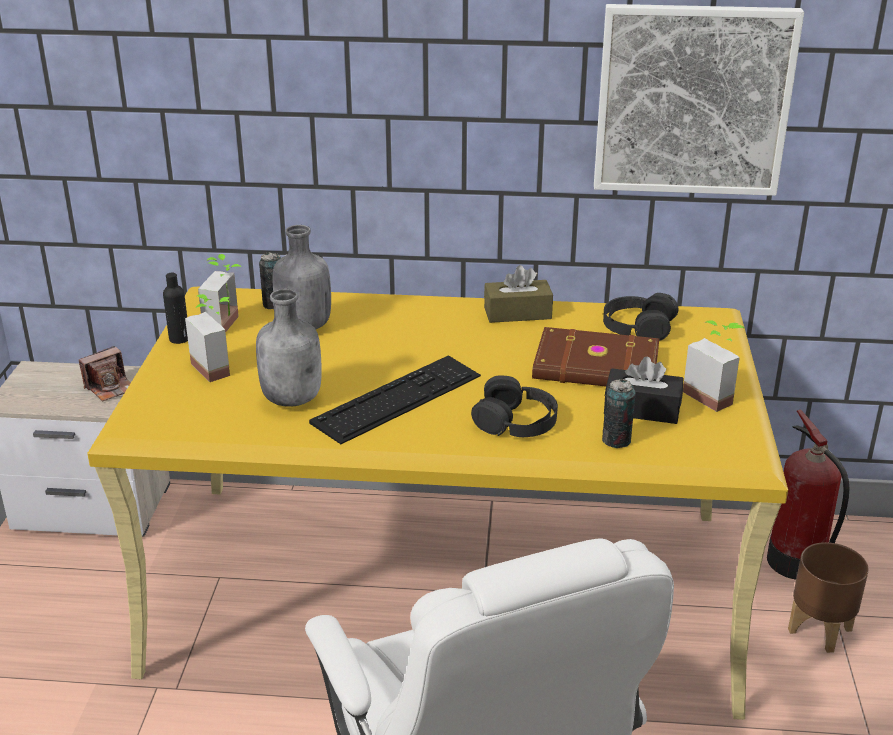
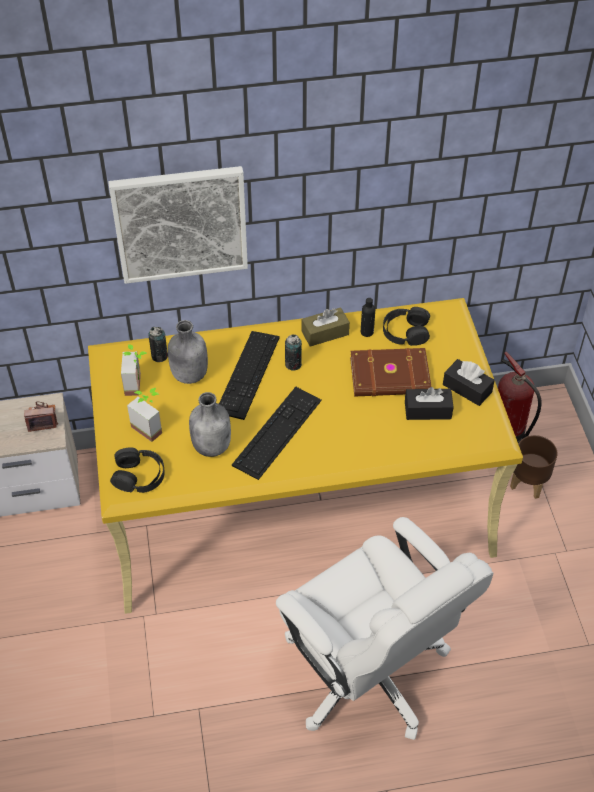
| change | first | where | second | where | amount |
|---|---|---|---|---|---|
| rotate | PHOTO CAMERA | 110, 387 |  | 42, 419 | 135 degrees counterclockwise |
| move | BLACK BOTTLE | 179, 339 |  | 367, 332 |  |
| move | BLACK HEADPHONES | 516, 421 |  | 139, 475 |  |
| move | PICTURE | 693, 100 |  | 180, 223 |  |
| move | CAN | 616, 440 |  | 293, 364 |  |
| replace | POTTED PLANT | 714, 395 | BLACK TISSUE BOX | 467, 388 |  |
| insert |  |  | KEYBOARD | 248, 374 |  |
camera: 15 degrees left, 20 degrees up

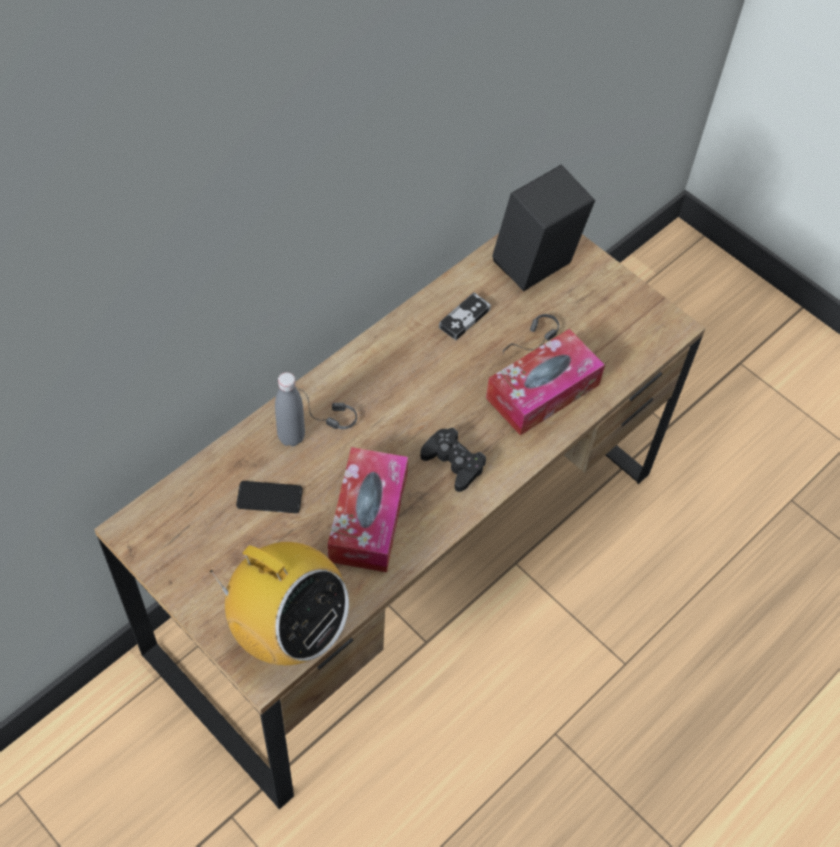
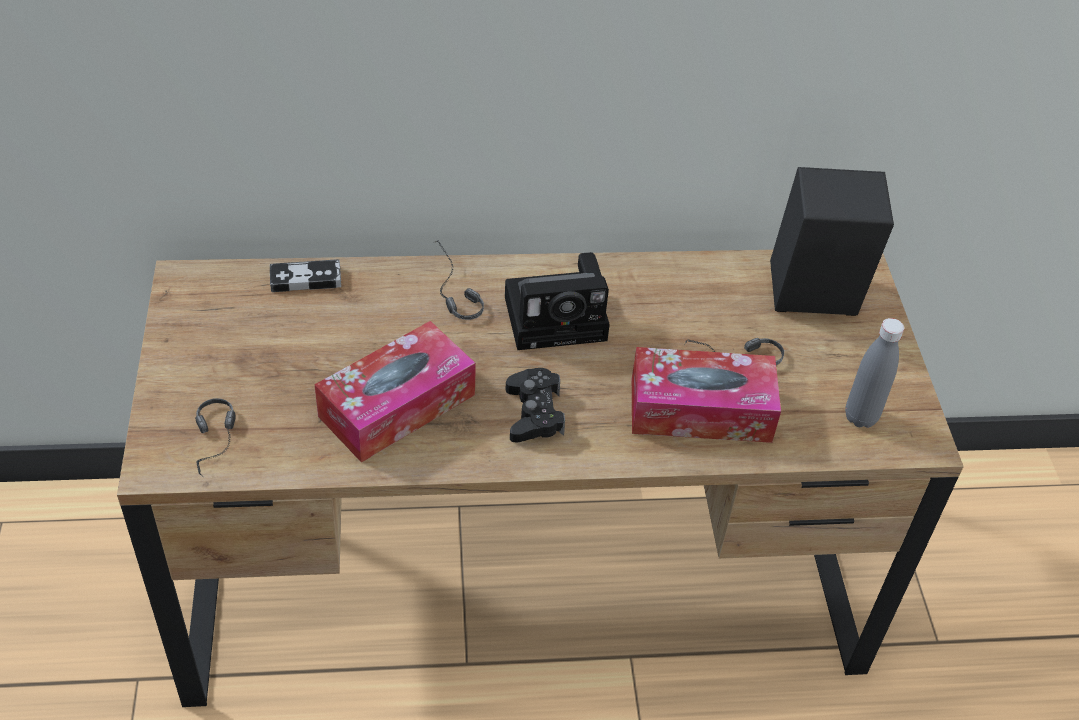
| change | first | where | second | where | amount |
|---|---|---|---|---|---|
| replace | RADIO | 288, 629 | HEADPHONES | 217, 446 |  |
| delete | PHONE | 269, 498 |  |  |  |
| move | GREY BOTTLE | 291, 437 |  | 860, 417 |  |
| move | GAME CONTROLLER | 464, 318 |  | 306, 279 |  |
| insert |  |  | PHOTO CAMERA | 560, 317 |  |
camera: 40 degrees right, 10 degrees down

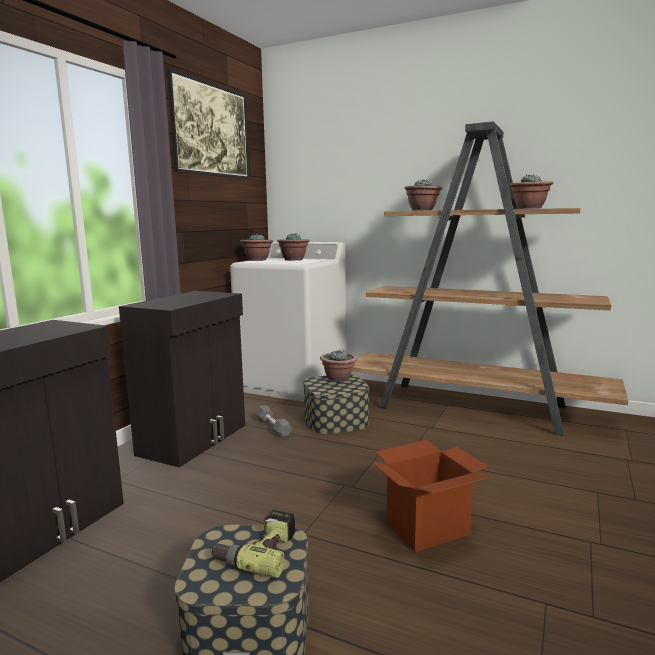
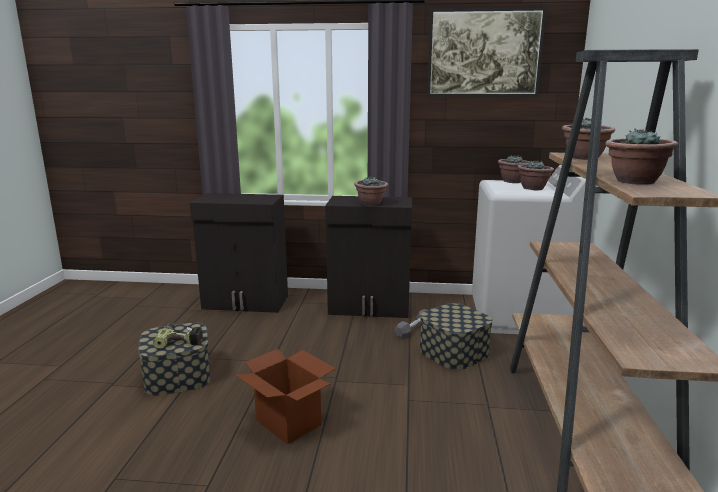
| change | first | where | second | where | amount |
|---|---|---|---|---|---|
| move | POTTED PLANT | 338, 379 |  | 371, 204 |  |
camera: 70 degrees right, 5 degrees up

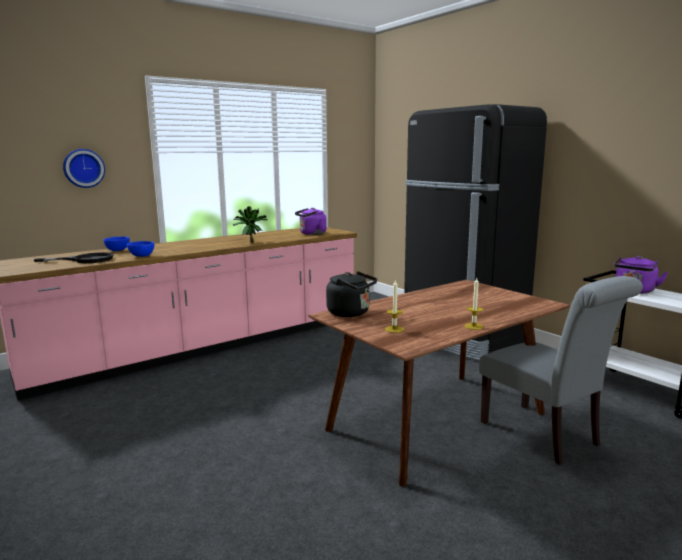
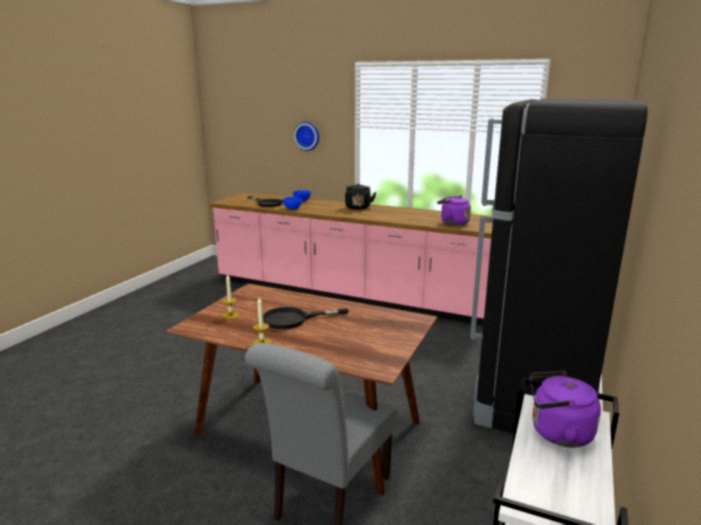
| change | first | where | second | where | amount |
|---|---|---|---|---|---|
| delete | POTTED PLANT | 250, 242 |  |  |  |
| move | BLACK KETTLE | 351, 313 |  | 358, 208 |  |
| insert |  |  | BLACK FRYING PAN | 293, 319 |  |
camera: 60 degrees right, 5 degrees up

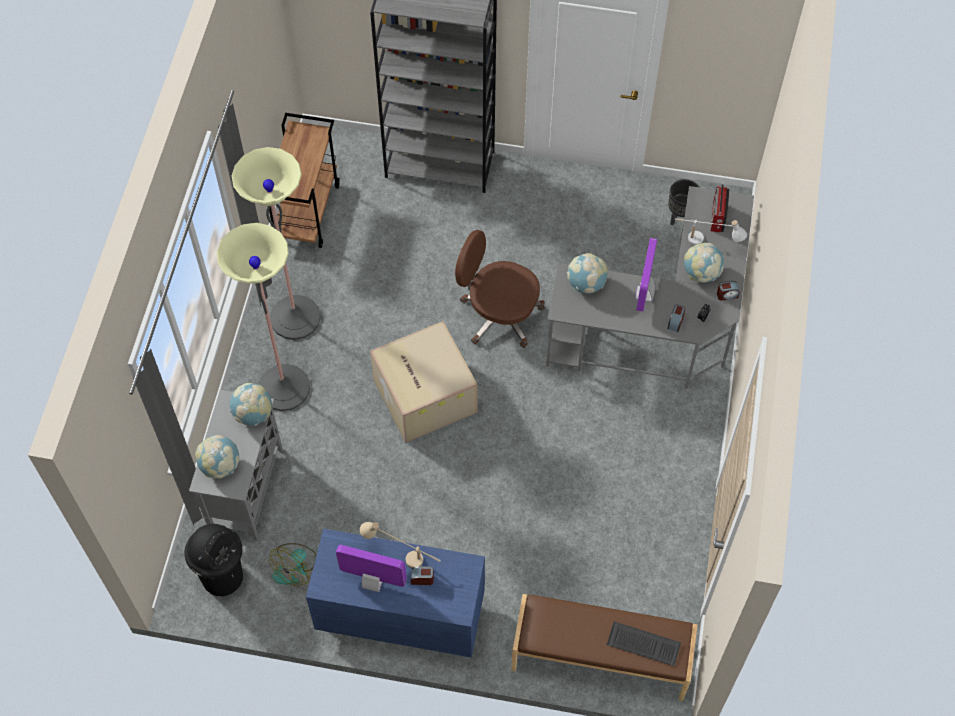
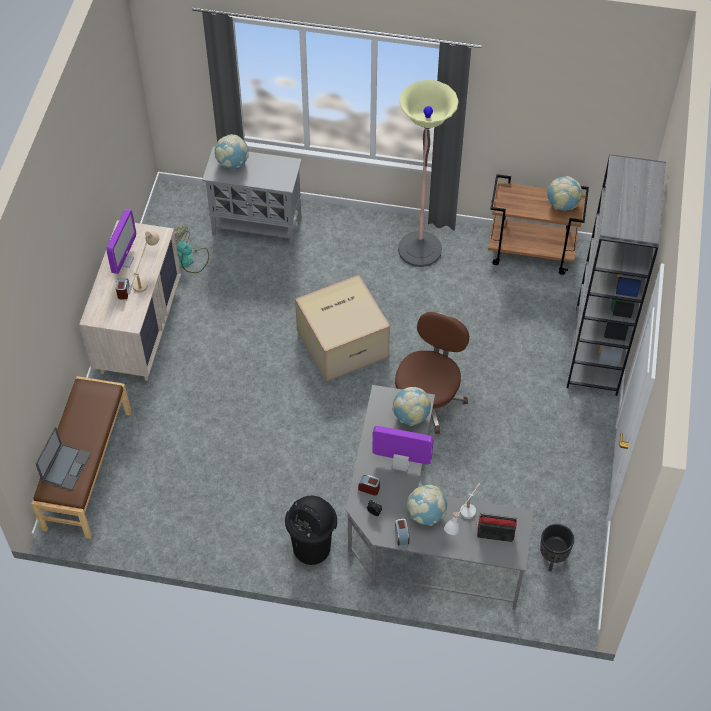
| change | first | where | second | where | amount |
|---|---|---|---|---|---|
| move | BLACK TRASH CAN | 223, 576 |  | 312, 548 |  |
| delete | FLOOR LAMP | 284, 388 |  |  |  |
| move | GLOBE | 253, 414 |  | 562, 204 |  |
| recolor | BLUE DRESSER | 400, 616 | BEIGE DRESSER | 139, 329 |  |
| replace | KEYBOARD | 642, 644 | LAPTOP | 66, 466 |  |
camera: 90 degrees right, 5 degrees down

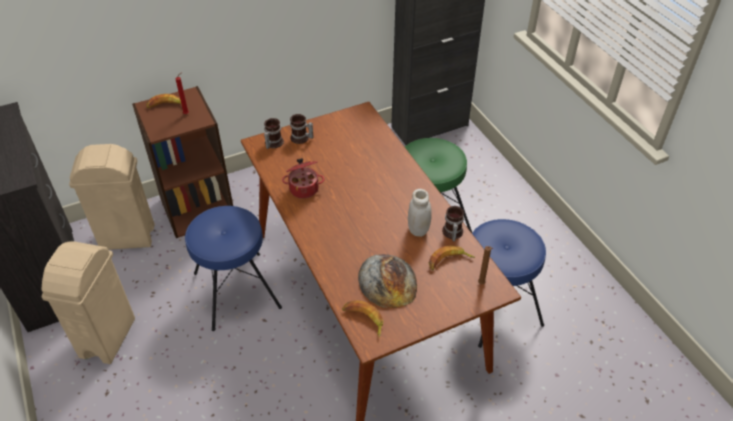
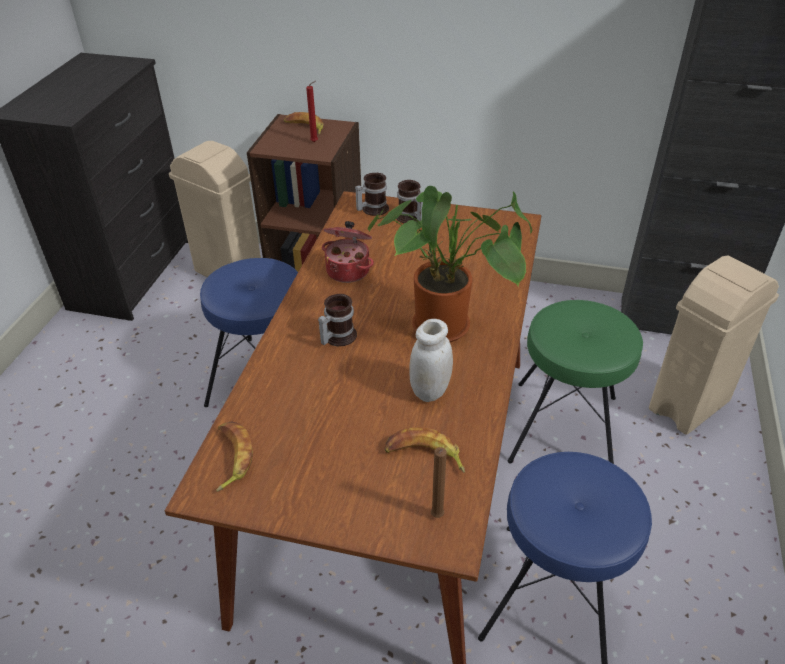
| change | first | where | second | where | amount |
|---|---|---|---|---|---|
| move | BEIGE TRASH CAN | 108, 337 |  | 690, 405 |  |
| delete | BREAD | 387, 280 |  |  |  |
| move | MUG | 451, 233 |  | 337, 336 |  |
| insert |  |  | POTTED PLANT | 448, 327 |  |
camera: 40 degrees right, 5 degrees down

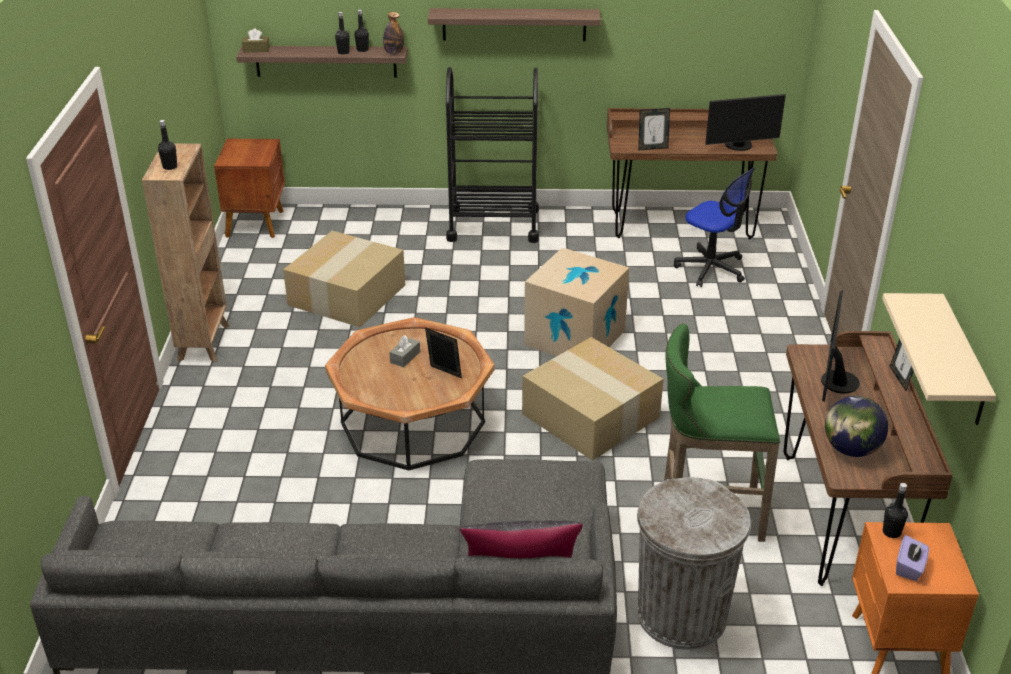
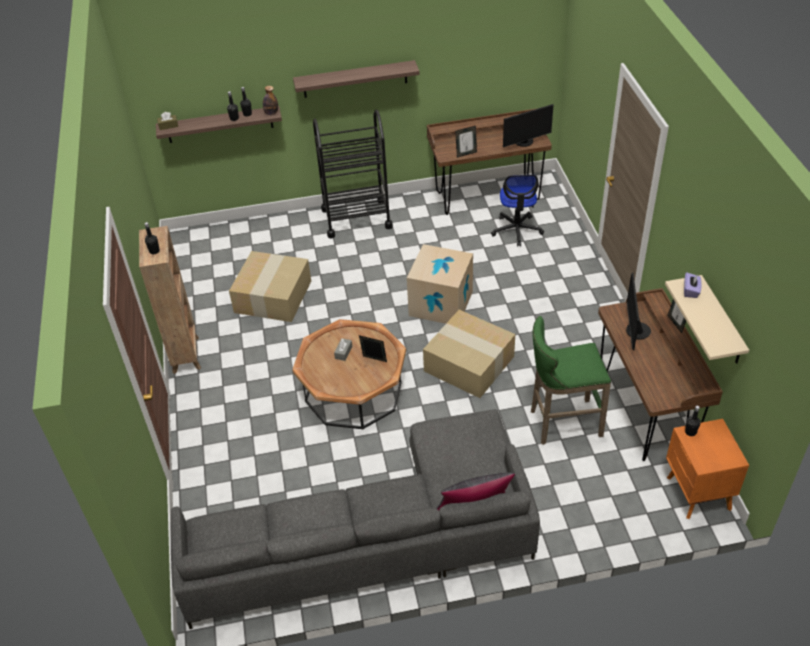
| change | first | where | second | where | amount |
|---|---|---|---|---|---|
| delete | BROWN NIGHTSTAND | 256, 223 |  |  |  |
| delete | GREY TRASH CAN | 681, 615 |  |  |  |
| rotate | OFFICE CHAIR | 711, 269 |  | 516, 230 | 60 degrees clockwise |
| delete | GLOBE | 851, 449 |  |  |  |
| move | PURPLE TISSUE BOX | 909, 567 |  | 691, 291 |  |
camera: 10 degrees left, 10 degrees up

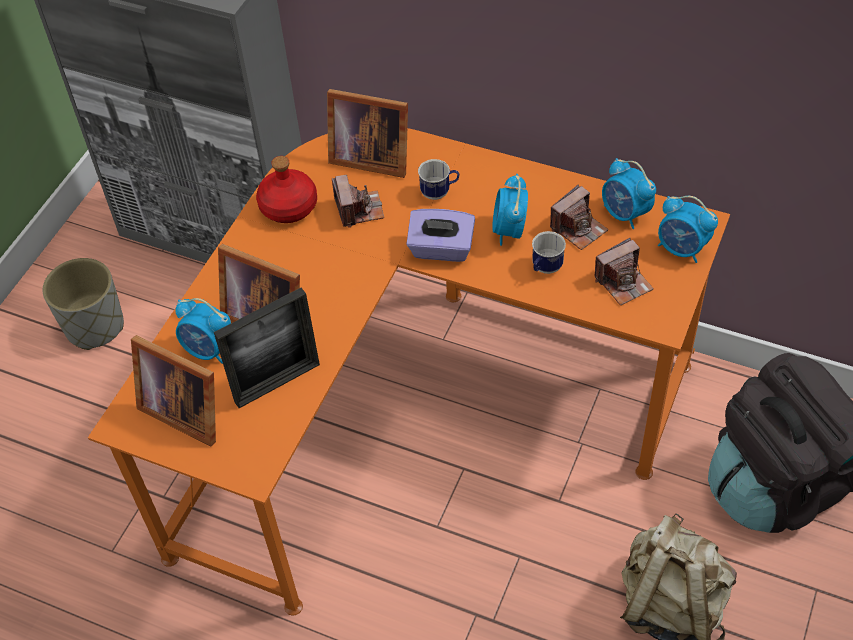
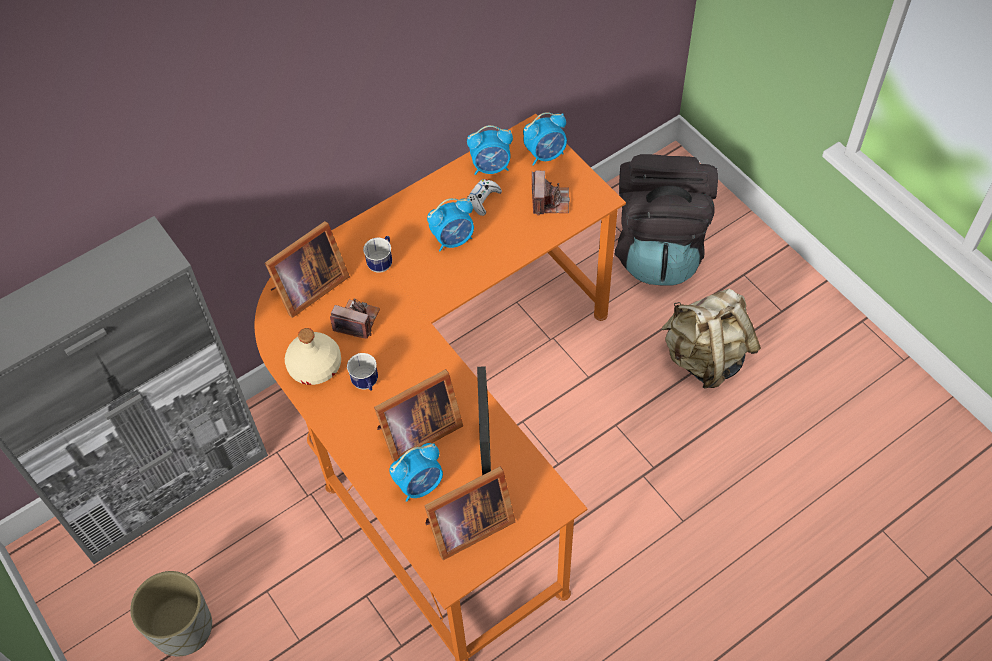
| change | first | where | second | where | amount |
|---|---|---|---|---|---|
| recolor | RED BOTTLE | 288, 207 | BEIGE BOTTLE | 315, 366 |  |
| delete | PURPLE TISSUE BOX | 441, 249 |  |  |  |
| rotate | ALARM CLOCK | 509, 231 |  | 453, 239 | 60 degrees counterclockwise |
| move | MUG | 545, 269 |  | 366, 384 |  |
| replace | PHOTO CAMERA | 578, 228 | WHITE GAME CONTROLLER | 483, 199 |  |
camera: 60 degrees left, 5 degrees up

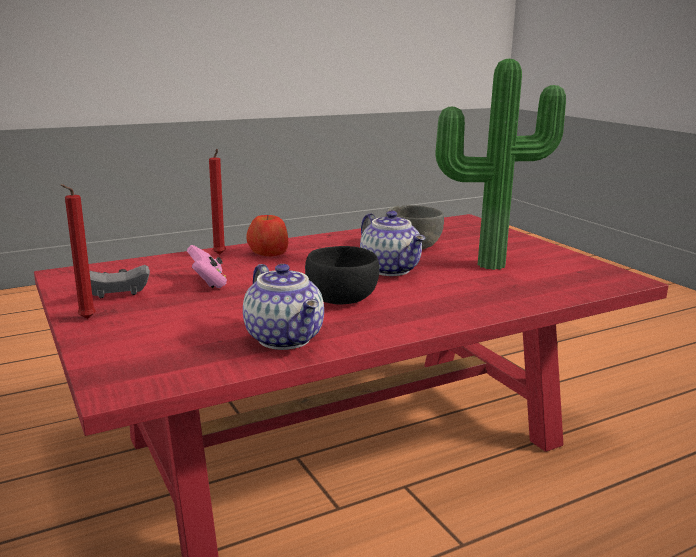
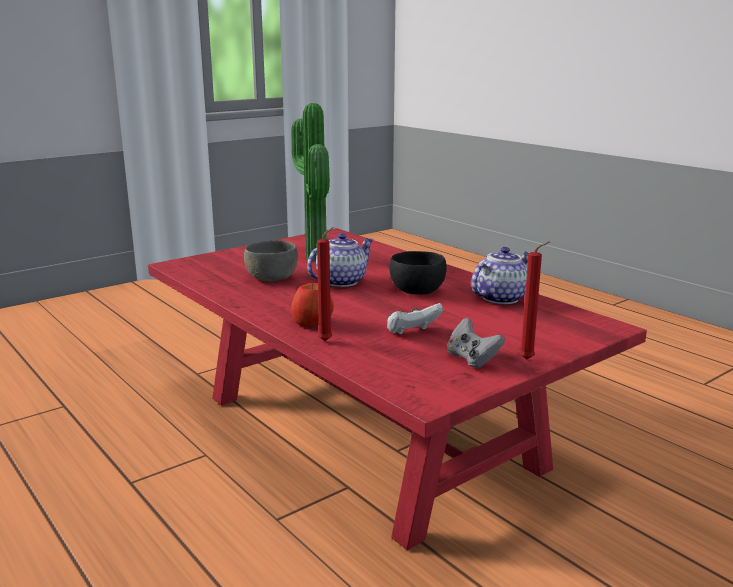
| change | first | where | second | where | amount |
|---|---|---|---|---|---|
| recolor | PINK GAME CONTROLLER | 208, 283 | WHITE GAME CONTROLLER | 412, 333 |  |
camera: 100 degrees left, 0 degrees up

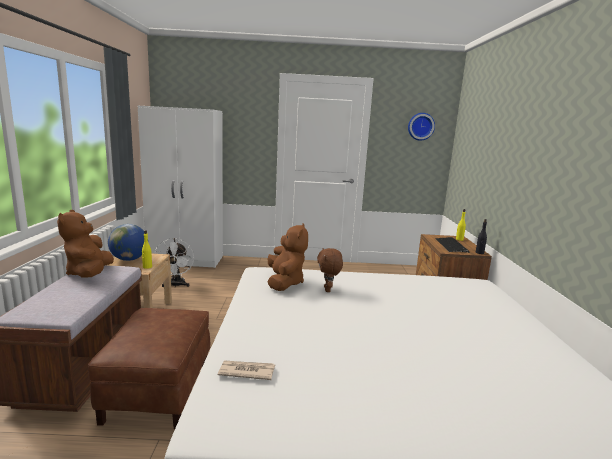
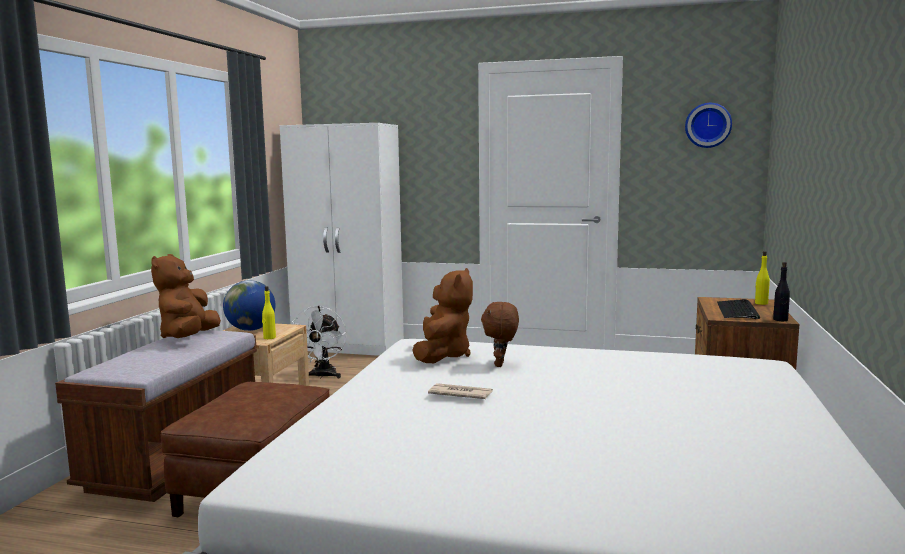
| change | first | where | second | where | amount |
|---|---|---|---|---|---|
| move | NEWSPAPER | 246, 371 |  | 460, 394 |  |
camera: 15 degrees right, 5 degrees down

